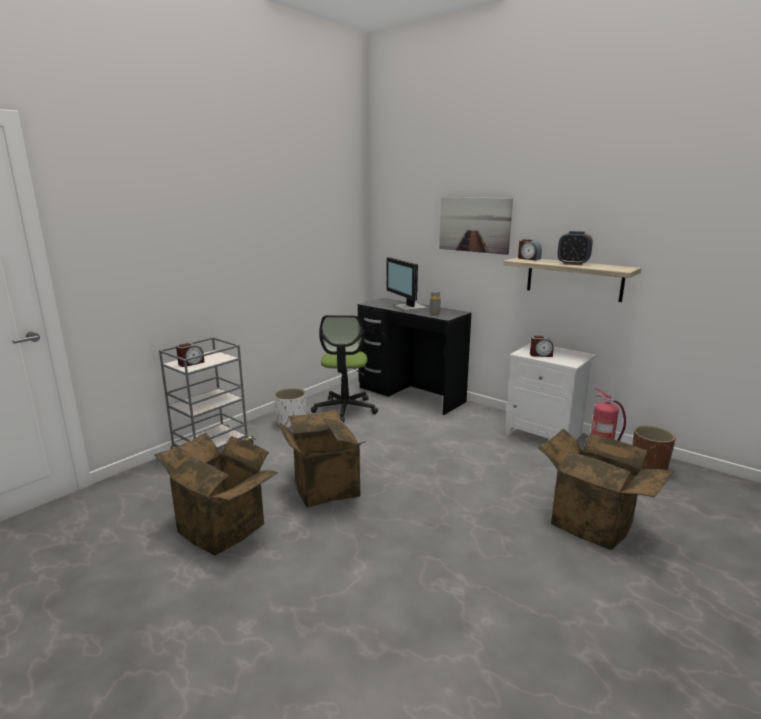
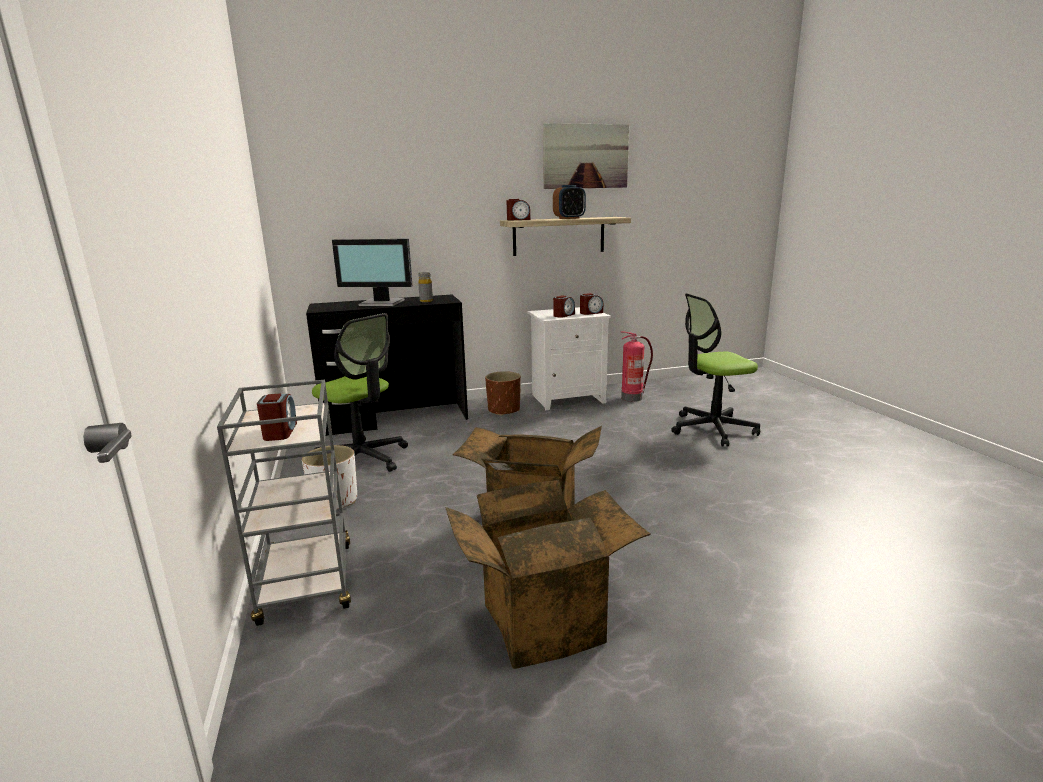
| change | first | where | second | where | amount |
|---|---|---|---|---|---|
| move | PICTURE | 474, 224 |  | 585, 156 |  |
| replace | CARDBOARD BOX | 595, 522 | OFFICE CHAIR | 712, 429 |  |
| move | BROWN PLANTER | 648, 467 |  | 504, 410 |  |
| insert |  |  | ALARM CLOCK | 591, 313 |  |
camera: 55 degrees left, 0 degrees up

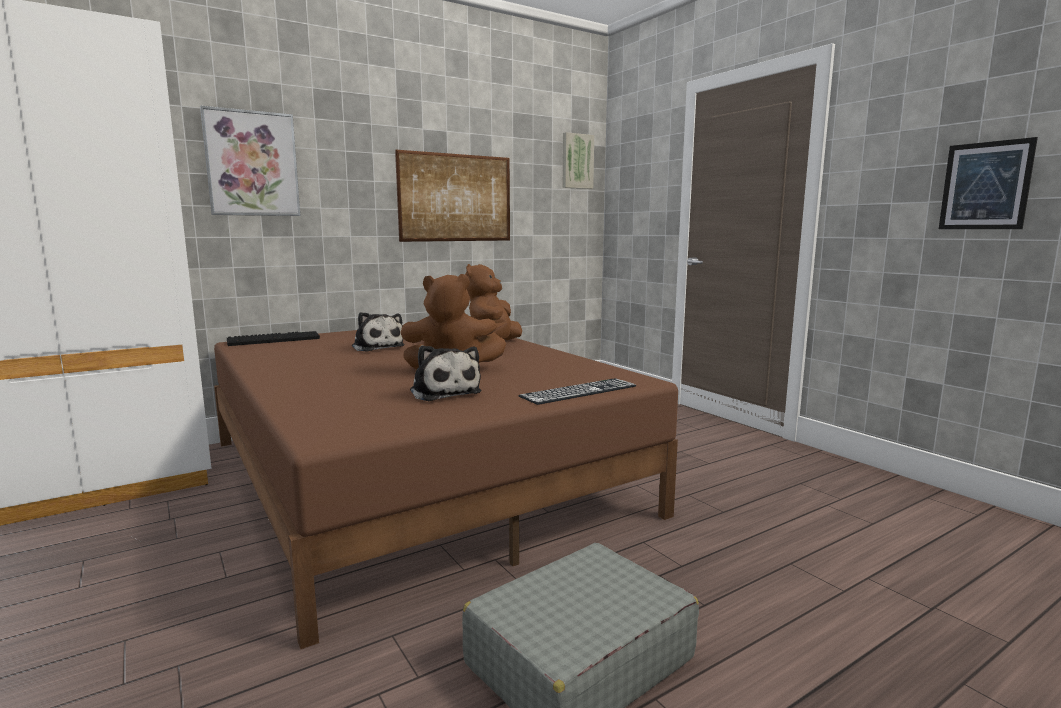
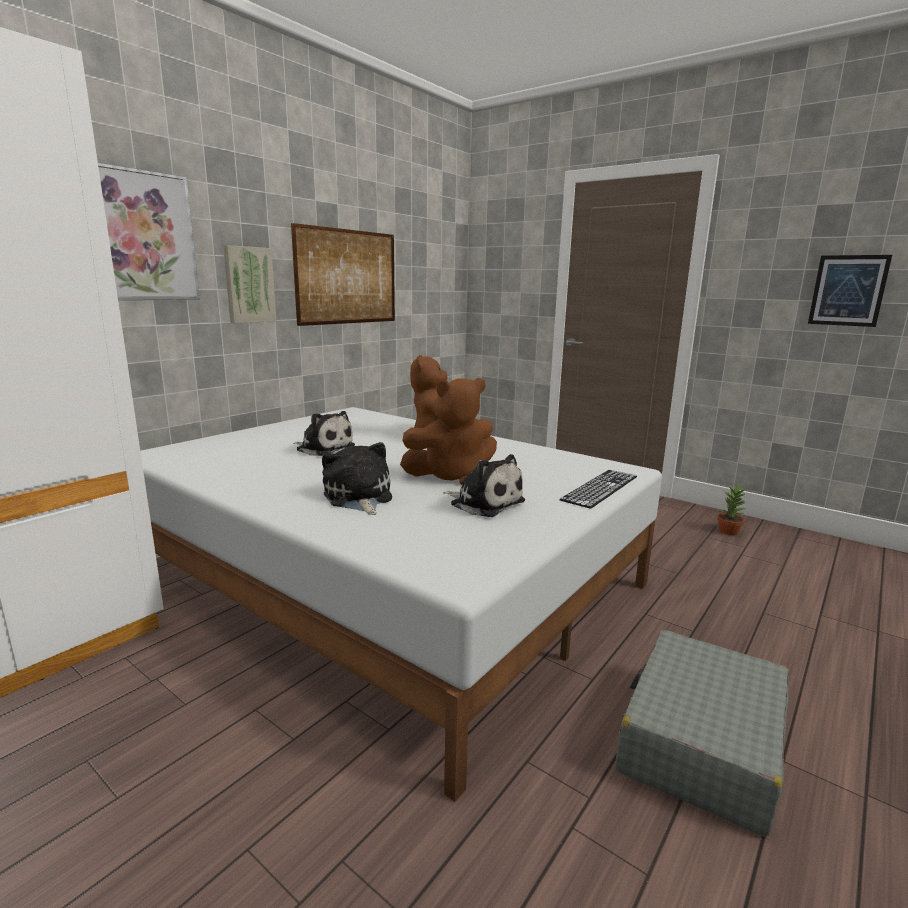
| change | first | where | second | where | amount |
|---|---|---|---|---|---|
| recolor | BROWN BED | 415, 475 | WHITE BED | 385, 578 |  |
| delete | KEYBOARD | 274, 340 |  |  |  |
| move | PICTURE | 576, 161 |  | 249, 285 |  |
| insert |  |  | PLUSH TOY | 358, 498 |  |
| insert |  |  | POTTED PLANT | 729, 531 |  |
camera: 20 degrees left, 5 degrees up

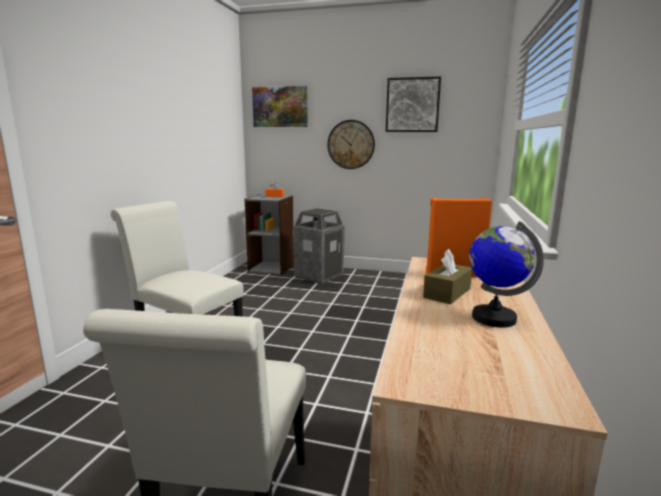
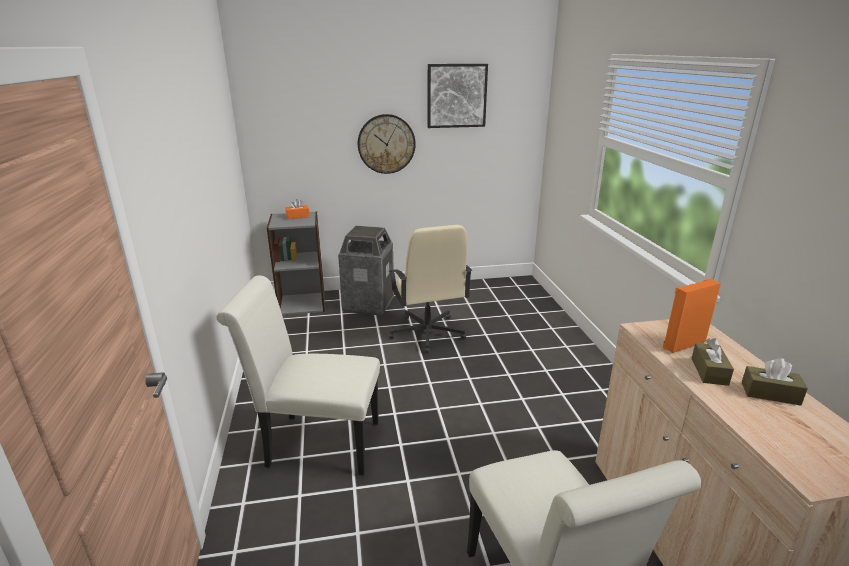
| change | first | where | second | where | amount |
|---|---|---|---|---|---|
| delete | PICTURE | 280, 107 |  |  |  |
| replace | GLOBE | 493, 318 | BROWN TISSUE BOX | 770, 393 |  |
| insert |  |  | BEIGE OFFICE CHAIR | 427, 333 |  |
camera: 25 degrees left, 10 degrees up

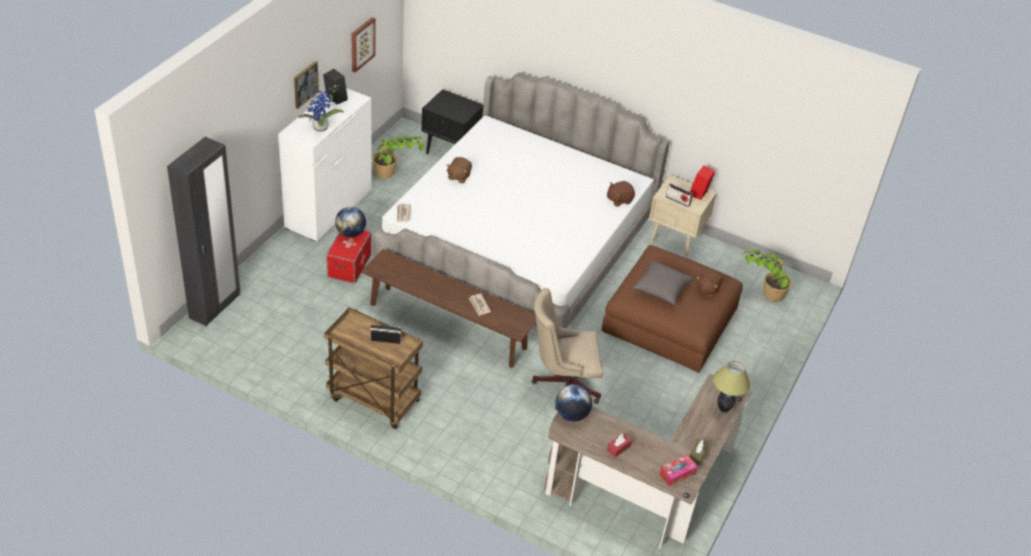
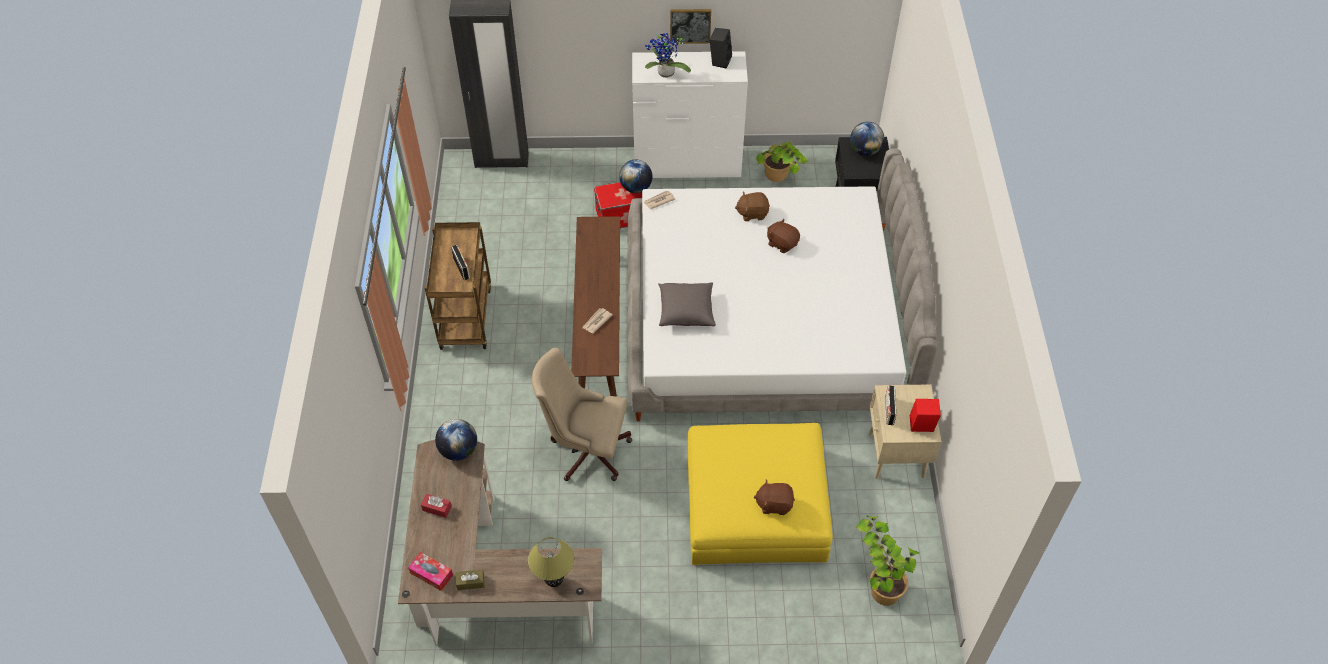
| change | first | where | second | where | amount |
|---|---|---|---|---|---|
| delete | PICTURE | 362, 44 |  |  |  |
| rotate | BEIGE OFFICE CHAIR | 562, 384 |  | 585, 449 | 45 degrees counterclockwise |
| recolor | BROWN OTTOMAN | 670, 320 | YELLOW OTTOMAN | 755, 504 |  |
| move | BROWN PLUSH TOY | 619, 200 |  | 782, 243 |  |
| move | GREY PILLOW | 661, 290 |  | 686, 311 |  |
| insert |  |  | GLOBE | 864, 151 |  |
camera: 65 degrees right, 10 degrees up

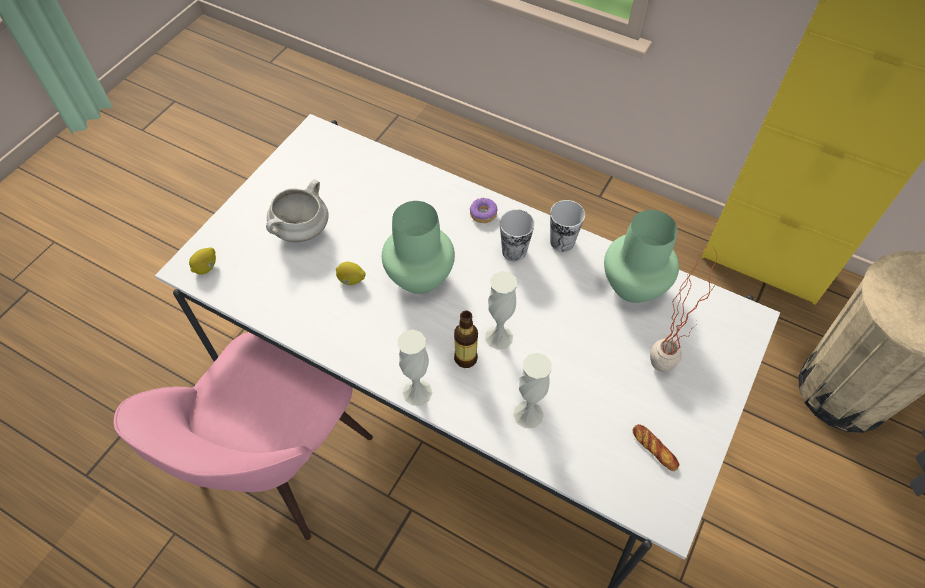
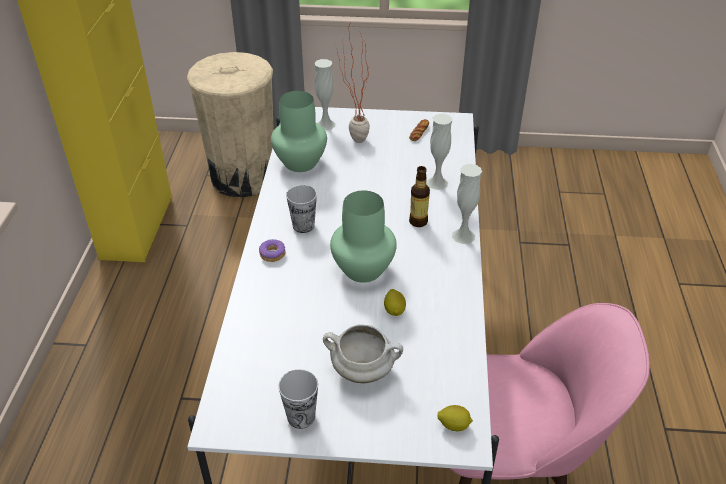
| change | first | where | second | where | amount |
|---|---|---|---|---|---|
| move | WHITE VASE | 499, 337 |  | 325, 124 |  |
| move | CUP | 562, 242 |  | 301, 417 |  |
camera: 115 degrees left, 15 degrees down

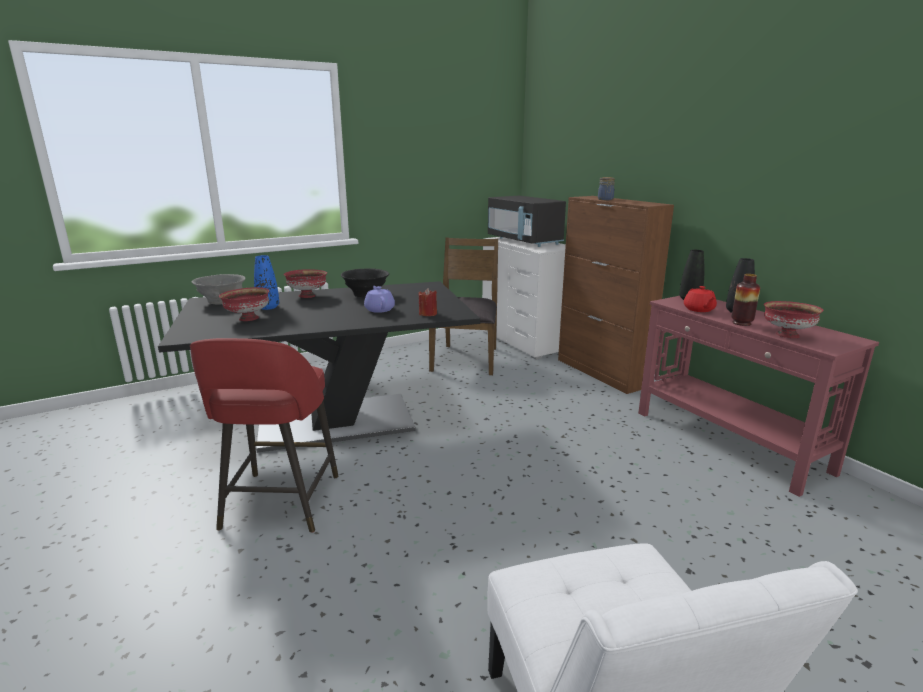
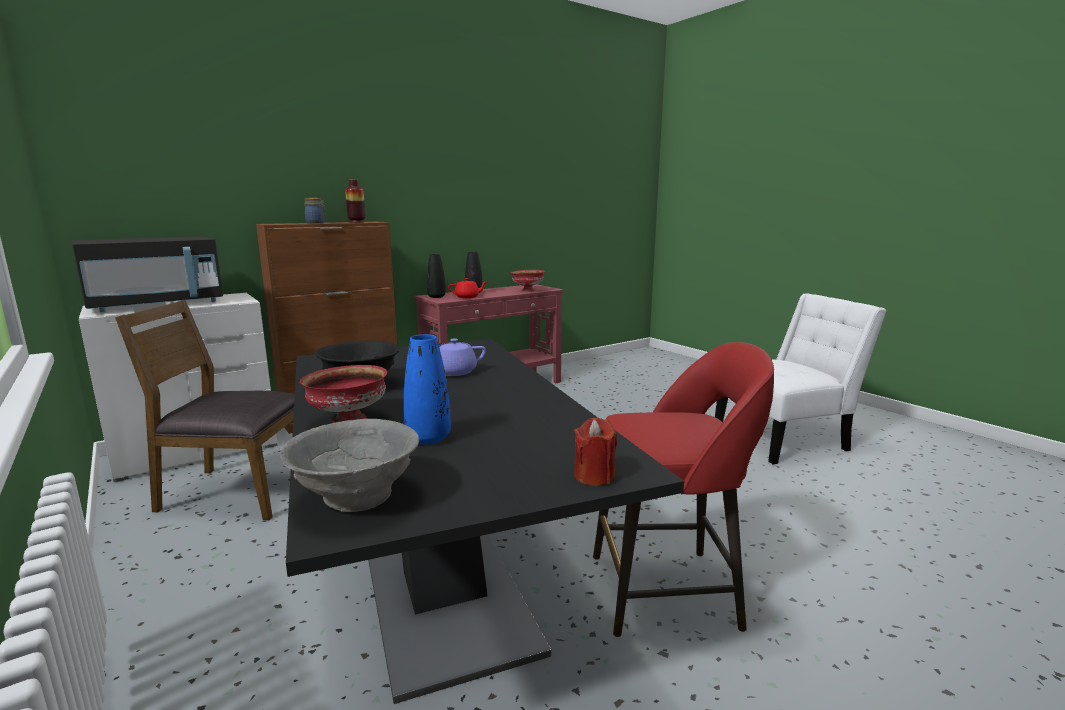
| change | first | where | second | where | amount |
|---|---|---|---|---|---|
| delete | RED BOWL | 247, 319 |  |  |  |
| move | RED CANDLE | 428, 314 |  | 594, 476 |  |
| move | VASE | 741, 323 |  | 356, 222 |  |
camera: 95 degrees left, 5 degrees down

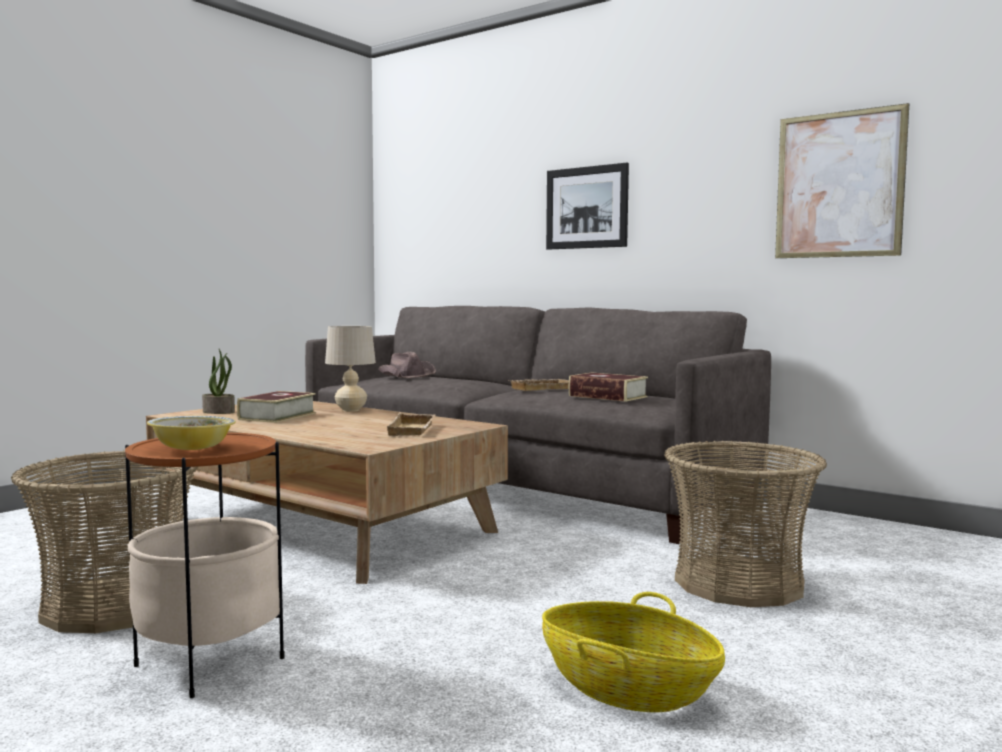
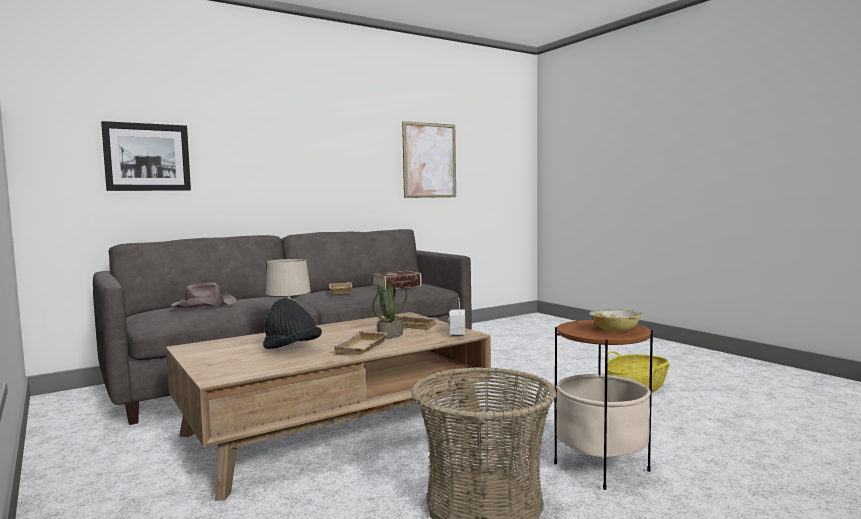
| change | first | where | second | where | amount |
|---|---|---|---|---|---|
| move | POTTED PLANT | 219, 412 |  | 390, 335 |  |
| replace | BOOK | 277, 416 | BLACK HAT | 291, 349 |  |
| move | PICTURE | 586, 207 |  | 147, 157 |  |
| delete | BASKET | 738, 583 |  |  |  |
| insert |  |  | BEIGE TRAY | 363, 348 |  |
| insert |  |  | RADIO | 457, 333 |  |
camera: 70 degrees left, 0 degrees up

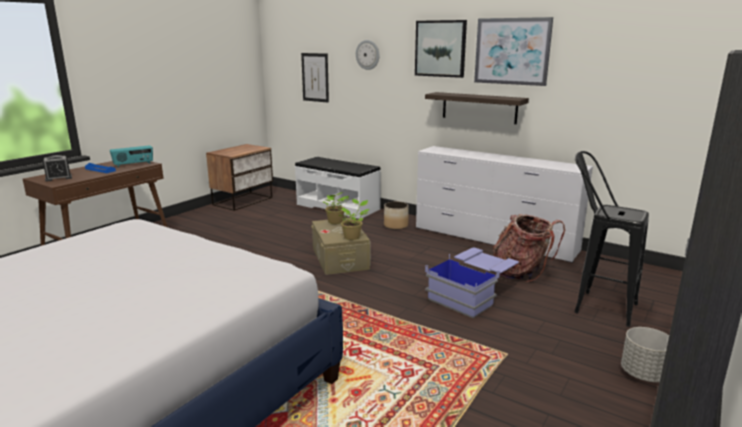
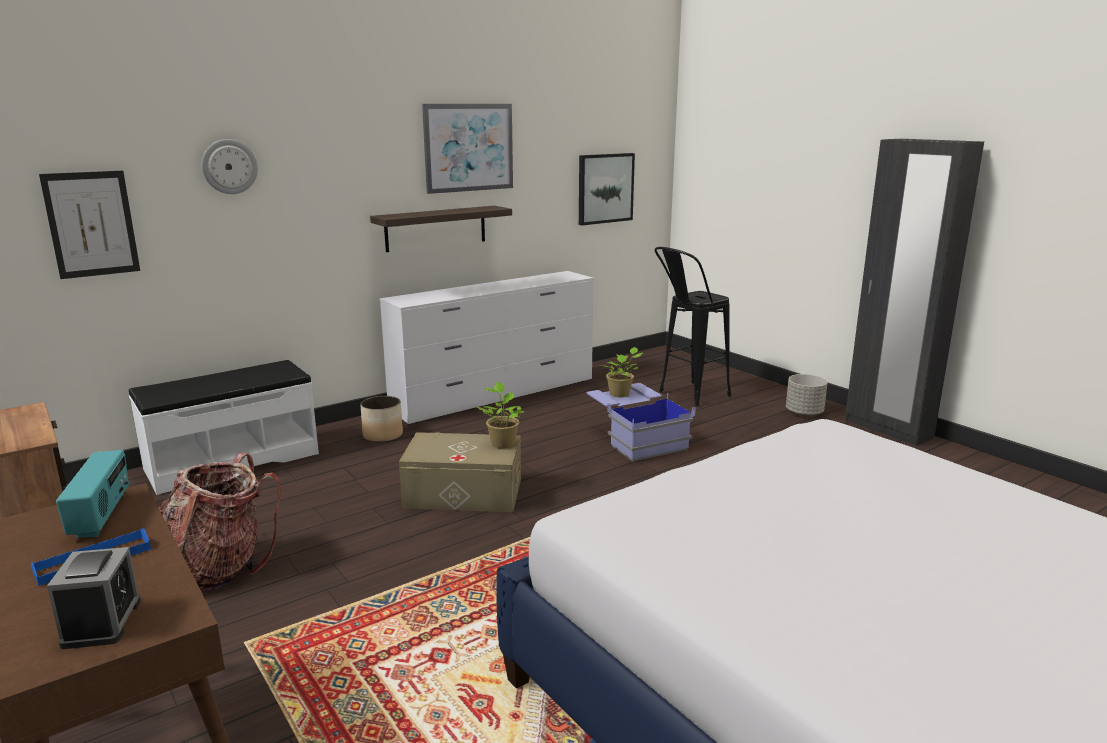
| change | first | where | second | where | amount |
|---|---|---|---|---|---|
| move | POTTED PLANT | 335, 222 |  | 621, 394 |  |
| move | PICTURE | 440, 48 |  | 605, 188 |  |
| move | BACKPACK | 521, 272 |  | 220, 567 |  |
camera: 70 degrees left, 0 degrees up

